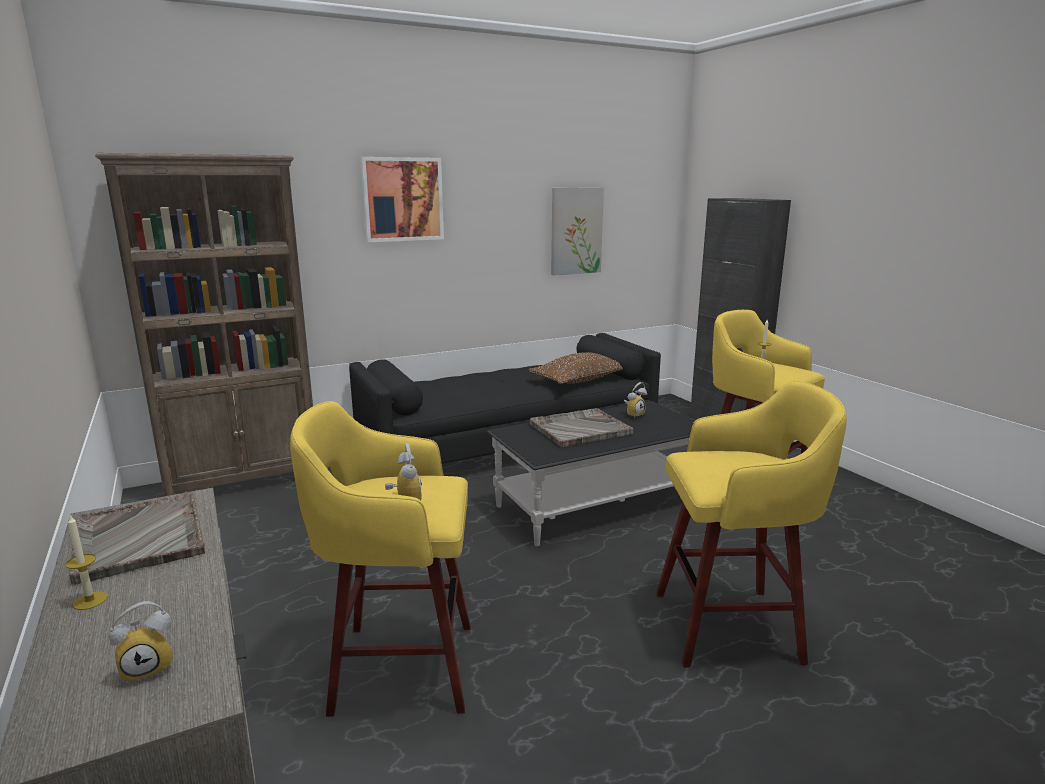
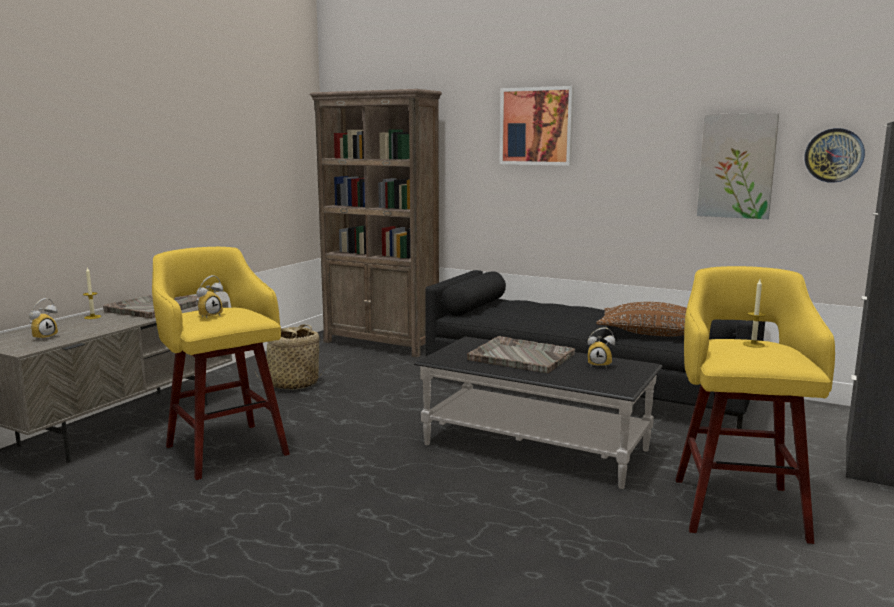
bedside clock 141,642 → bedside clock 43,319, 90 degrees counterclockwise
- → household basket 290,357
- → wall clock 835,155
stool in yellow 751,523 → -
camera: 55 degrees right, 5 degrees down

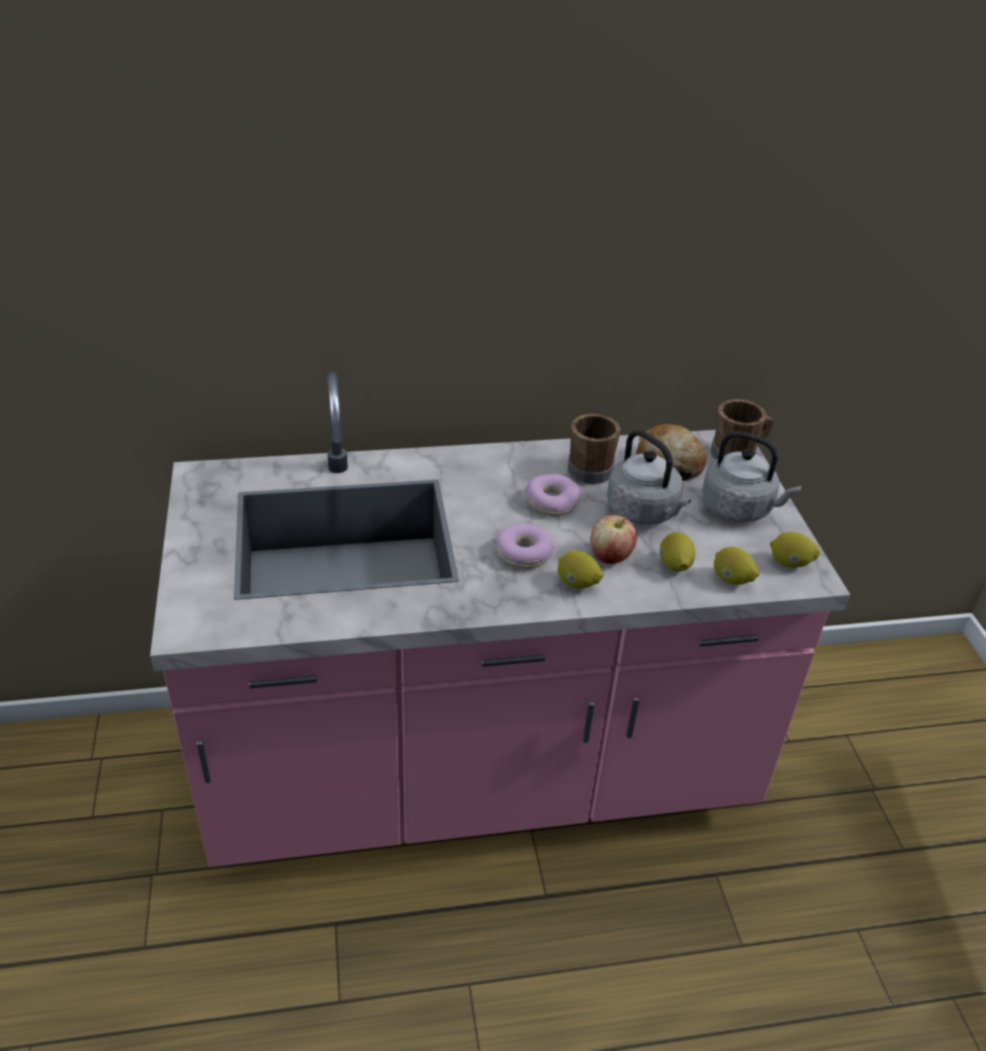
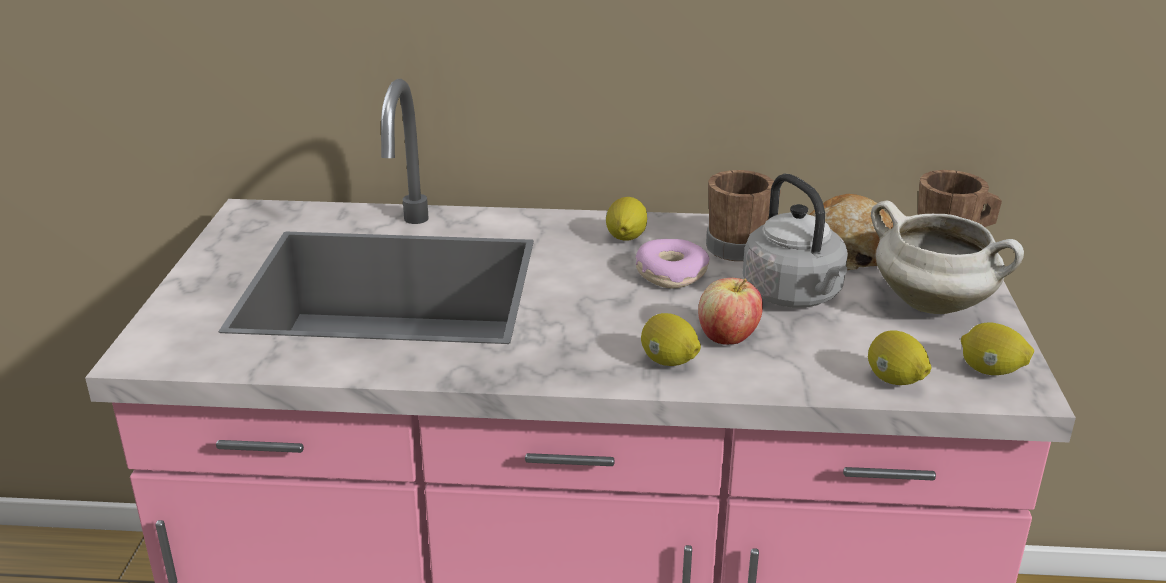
whole lemon 677,551 → whole lemon 626,219, move
water kettle in gray 752,476 → saucepot in white-coloured 947,257
donut 524,546 → -
camera: 15 degrees right, 10 degrees down

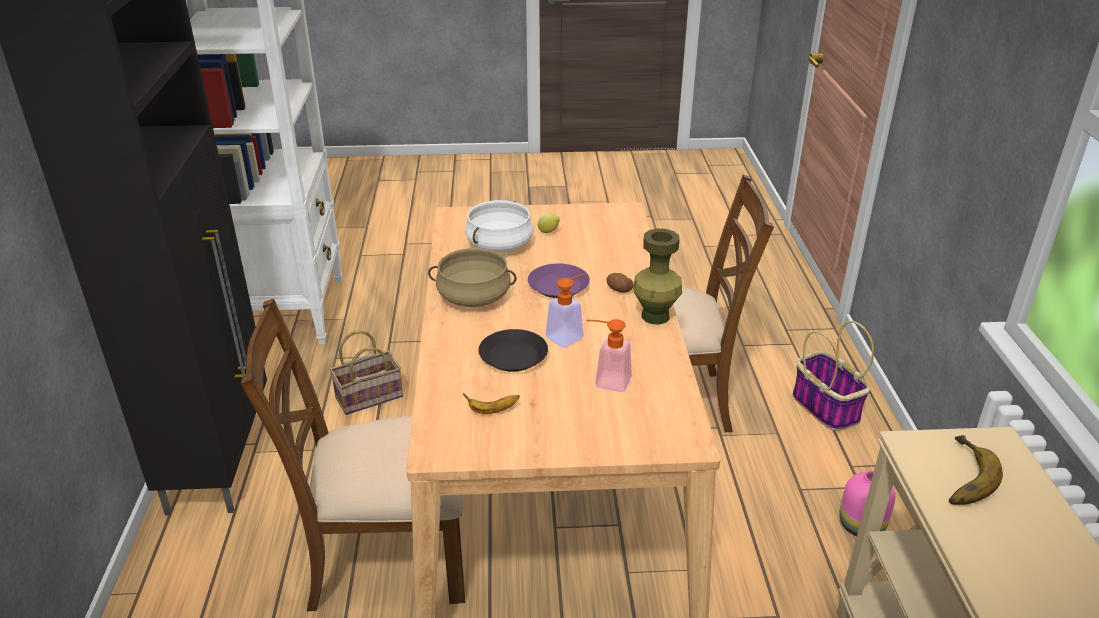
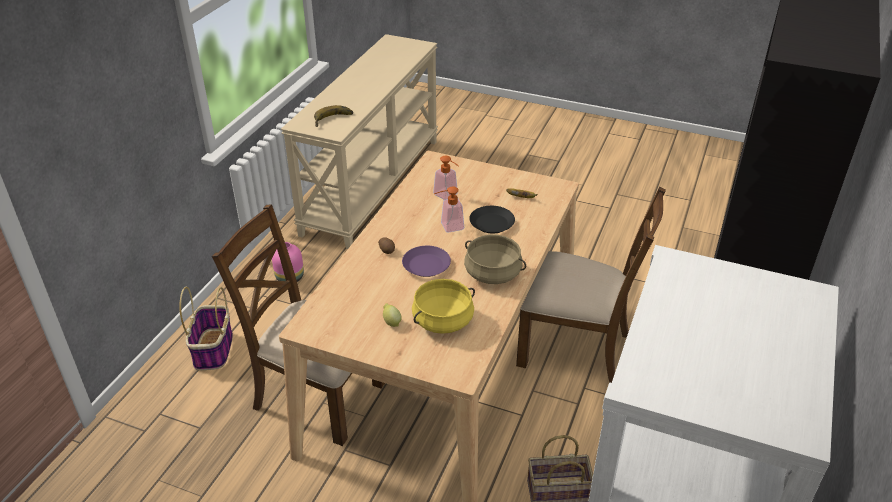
saucepot in white-coloured 499,226 → saucepot in yellow 443,306
decorative vase in green 657,276 → -
camera: 155 degrees left, 5 degrees up

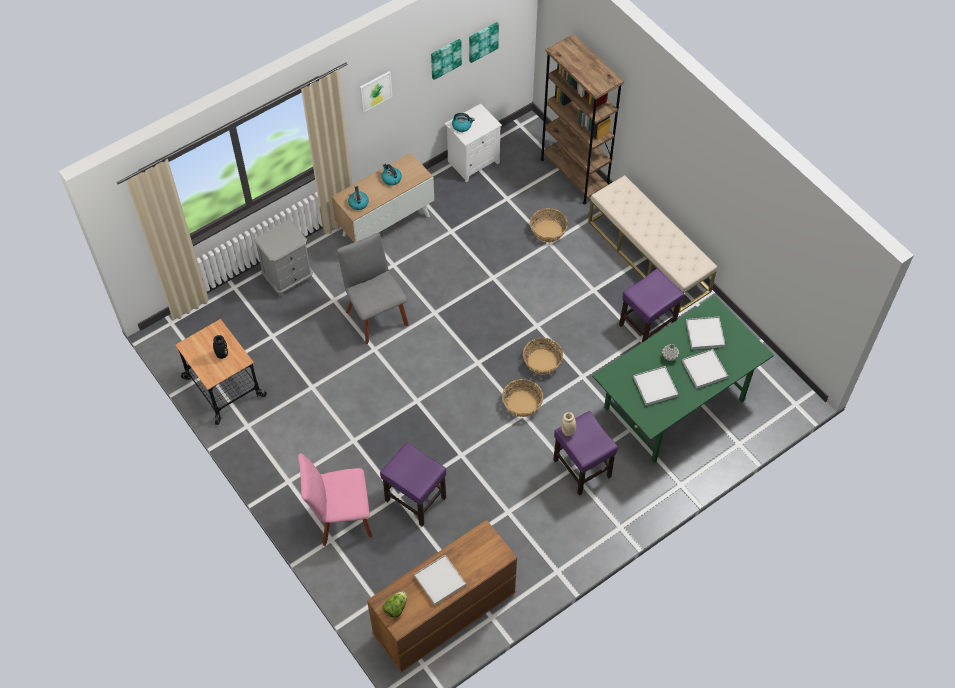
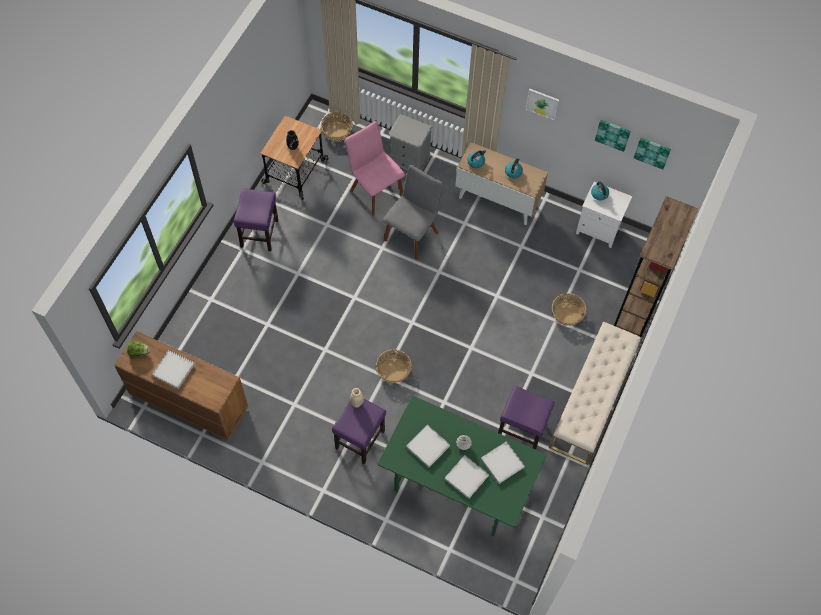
stool in purple-coloured 413,484 → stool in purple-coloured 256,219, move
household basket 543,356 → household basket 337,126, move
chair in pink-coloured 335,499 → chair in pink-coloured 375,168, move
camera: 60 degrees right, 5 degrees up

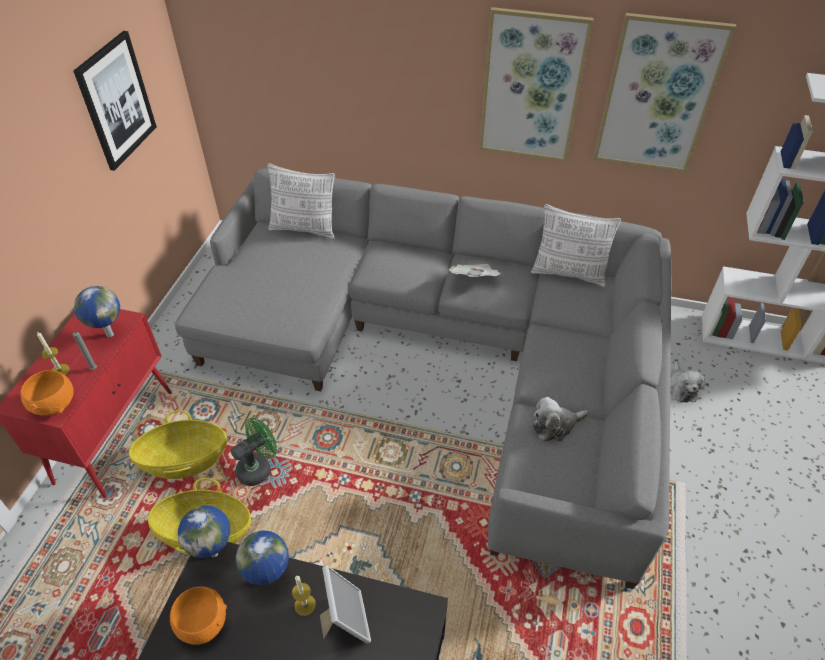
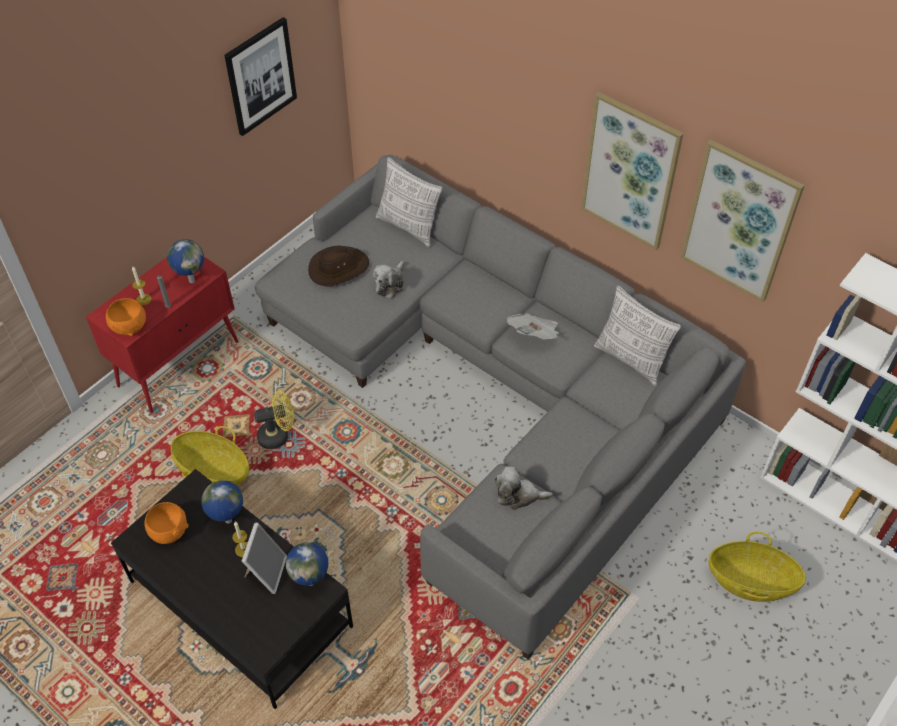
cooling fan in green 254,452 → cooling fan in yellow 274,420
globe 204,531 → globe 307,564, move
- → hat in brownish 338,266
plush toy 687,382 → plush toy 388,279, move
household basket 178,444 → household basket 757,567, move
camera: 25 degrees right, 5 degrees up

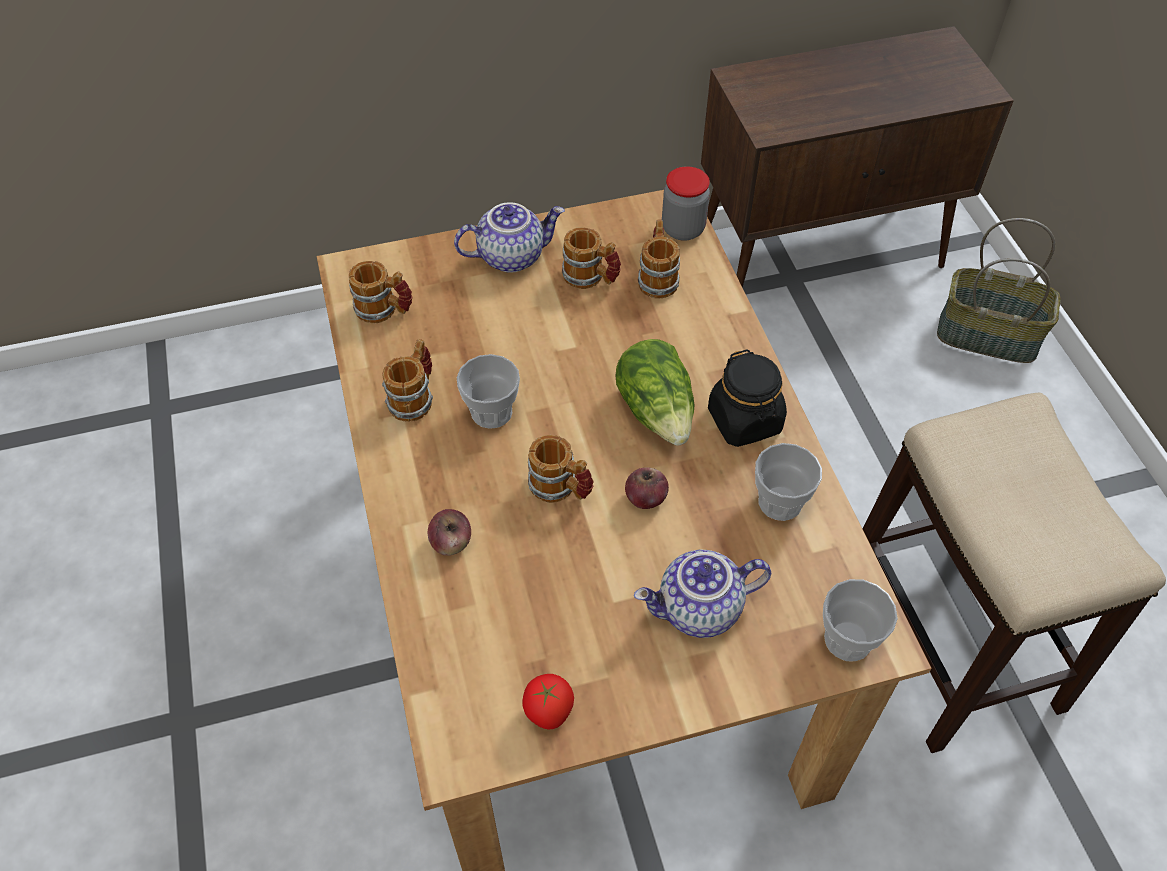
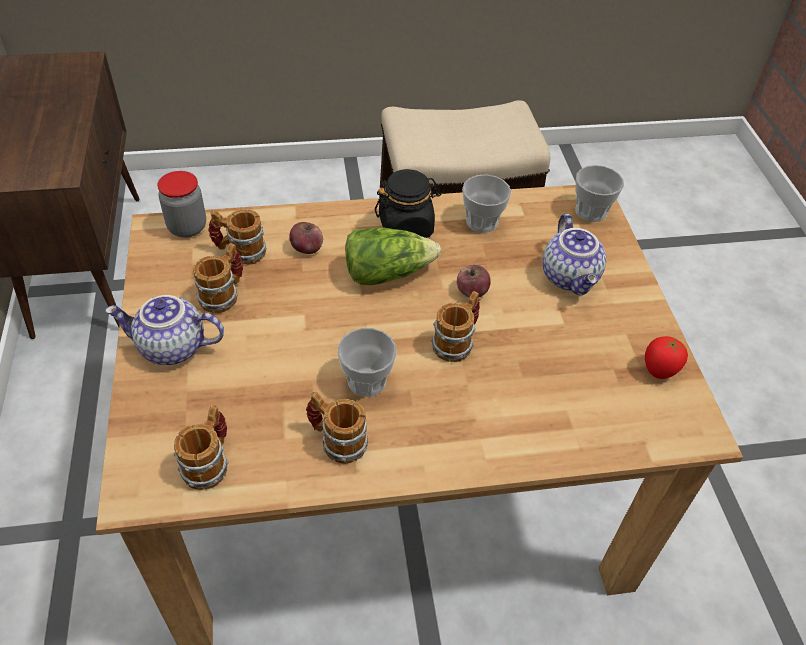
teapot 509,237 → teapot 164,330, 75 degrees counterclockwise
whole apple 449,532 → whole apple 306,238, move
household basket 999,290 → -
camera: 85 degrees left, 5 degrees down

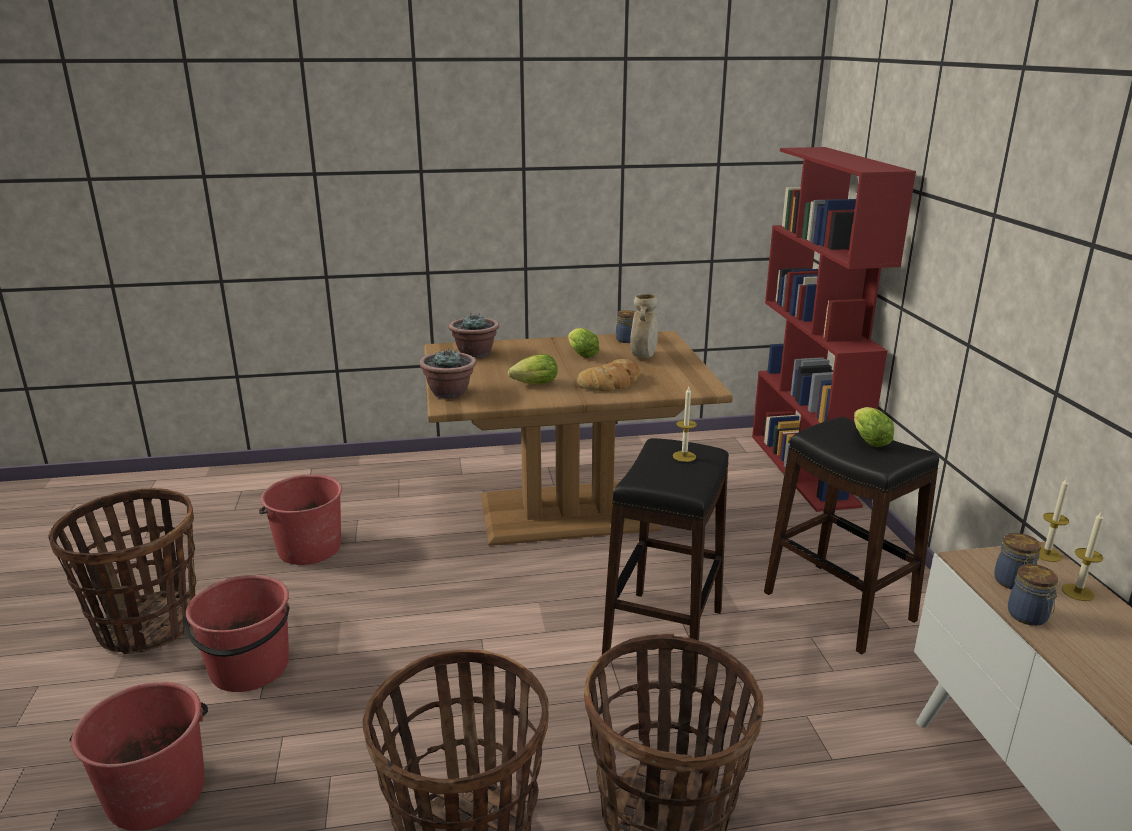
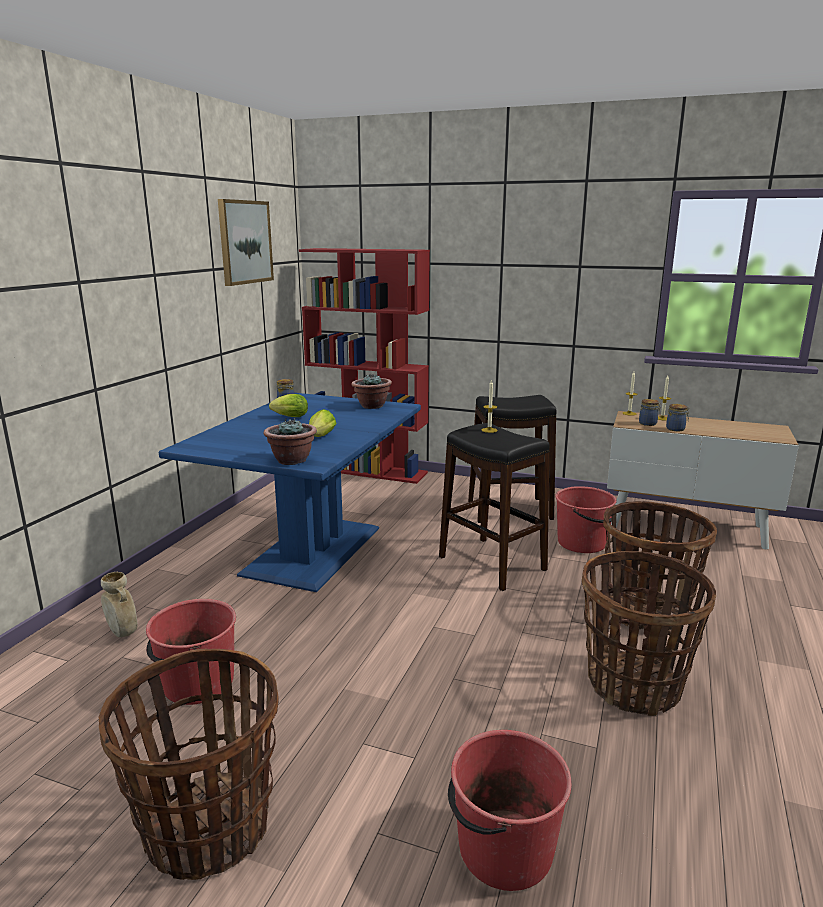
decorative vase in beige 644,326 → decorative vase in beige 119,604, move
kitchen table in brownish 578,438 → kitchen table in bluish 290,492
- → picture 246,242
plant in a pot 474,336 → plant in a pot 371,391, move
water bucket in red-coloured 236,633 → water bucket in red-coloured 586,519, move
baked bread 608,375 → -
lettuce head 874,427 → -
camera: 60 degrees left, 5 degrees down

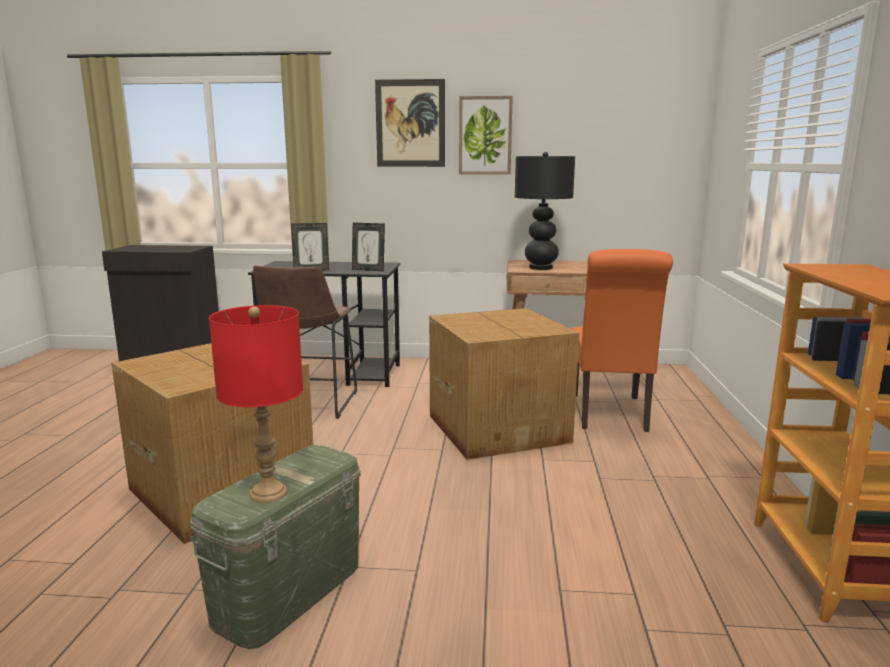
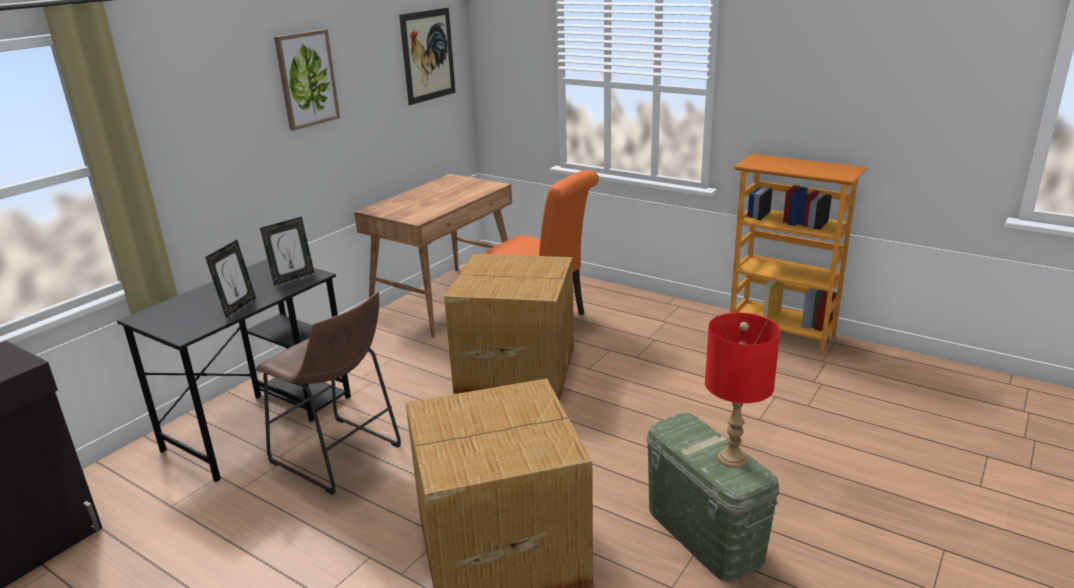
picture 410,123 → picture 427,56, move
tabletop lamp in blackish 545,211 → -
camera: 60 degrees left, 10 degrees up

